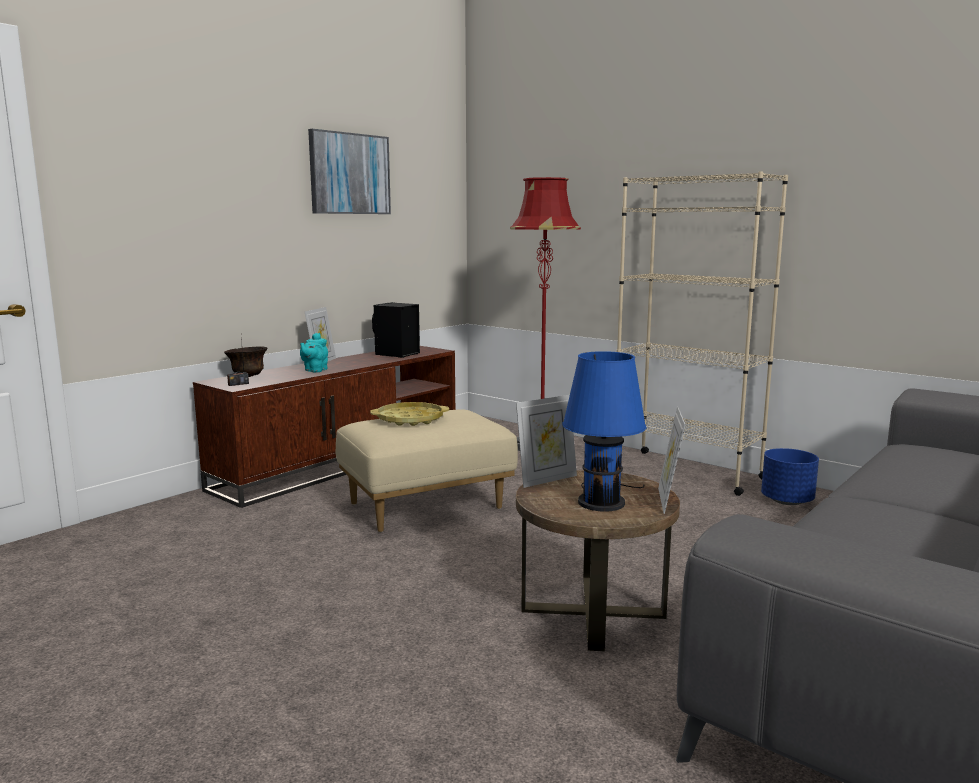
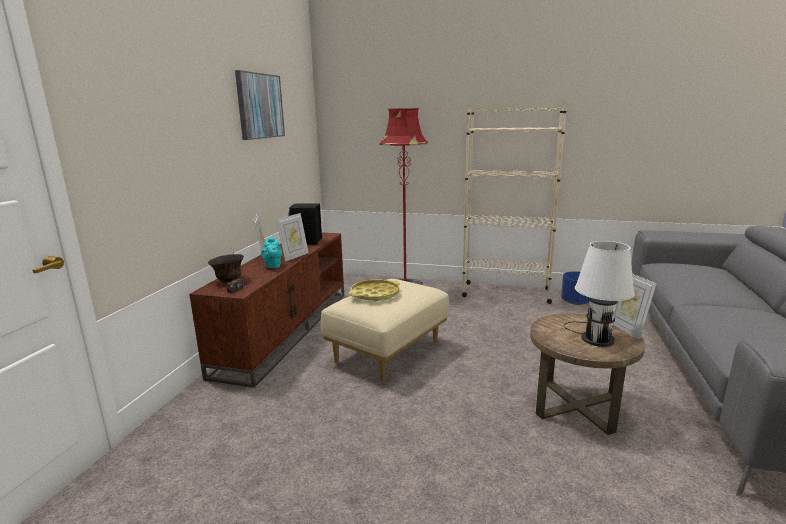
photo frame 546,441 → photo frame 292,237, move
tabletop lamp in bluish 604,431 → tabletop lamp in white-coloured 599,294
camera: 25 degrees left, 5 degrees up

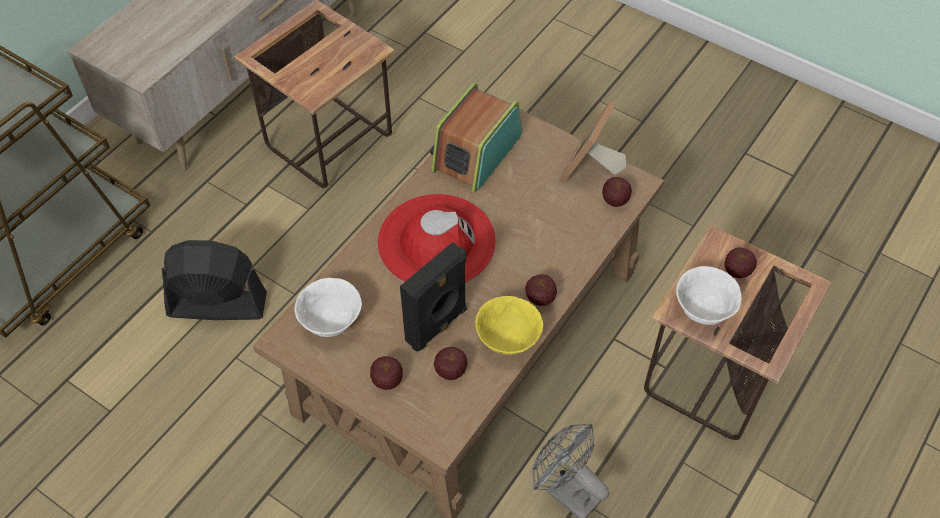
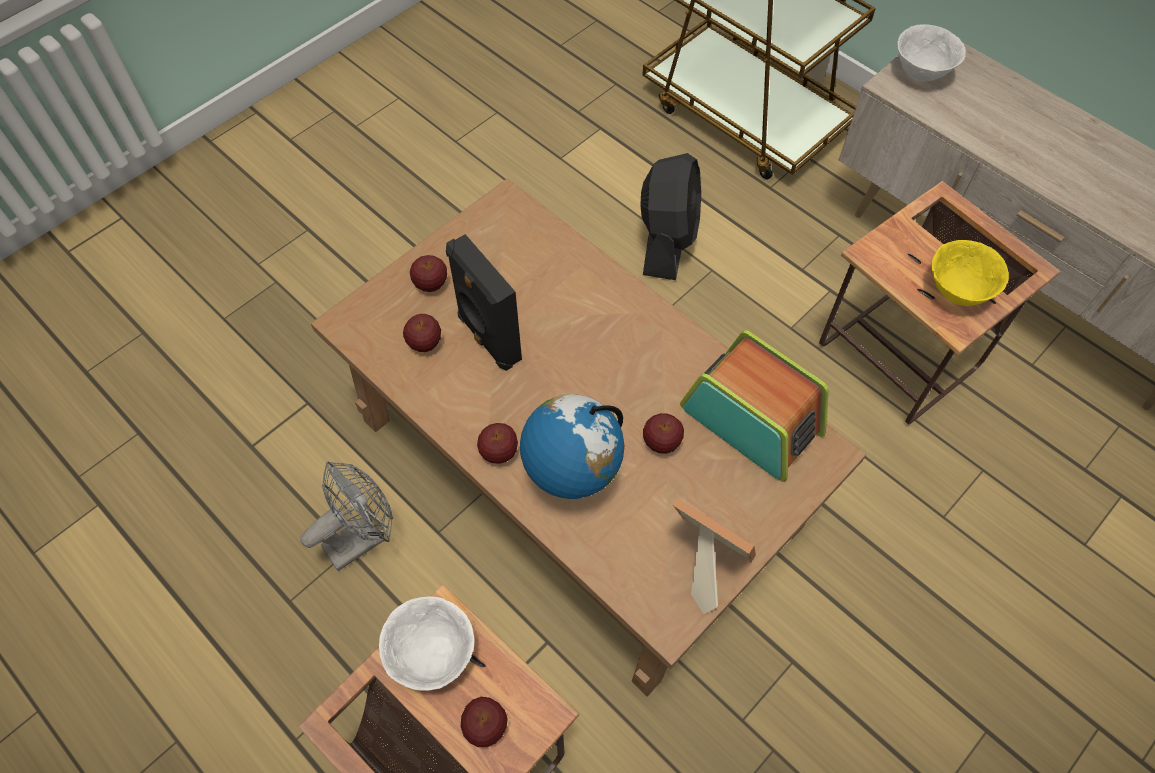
- → globe 572,446
whole apple 617,192 → whole apple 663,433, move
serving bowl in white-coloured 328,307 → serving bowl in white-coloured 932,52, move
serving bowl in yellow 509,325 → serving bowl in yellow 970,273, move
hat in red-coloured 437,238 → -
camera: 100 degrees right, 5 degrees up

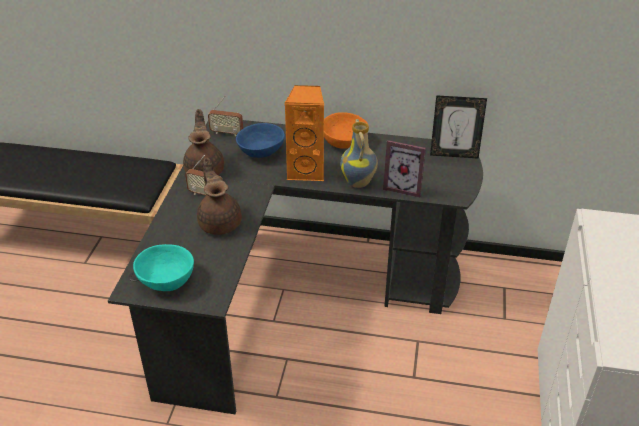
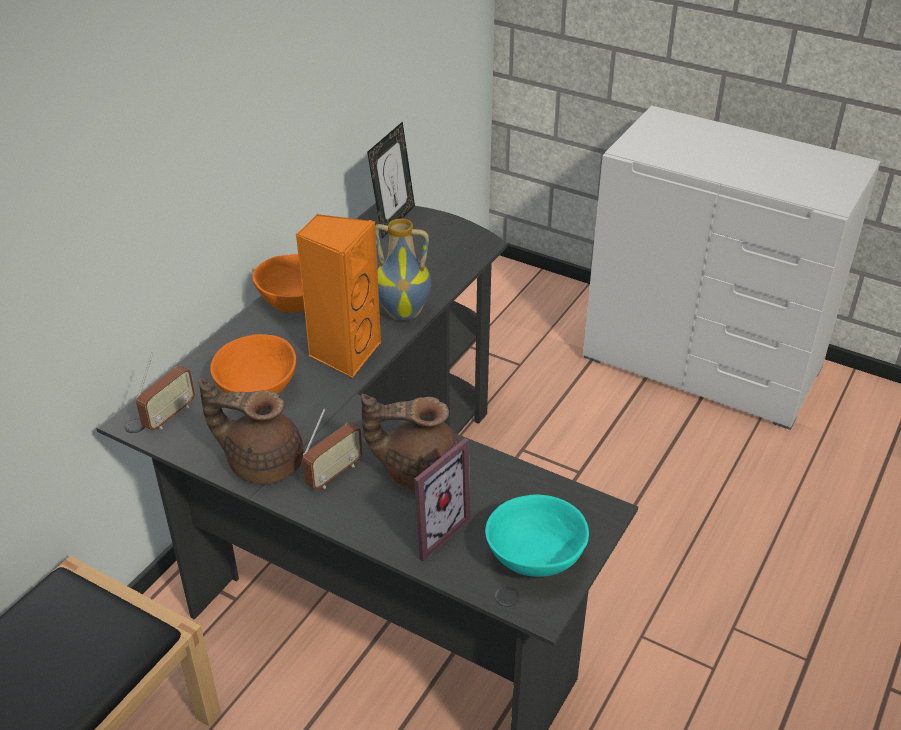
serving bowl in bluish 260,140 → serving bowl in orange 253,364
photo frame 404,169 → photo frame 442,499, move
camera: 70 degrees left, 0 degrees up

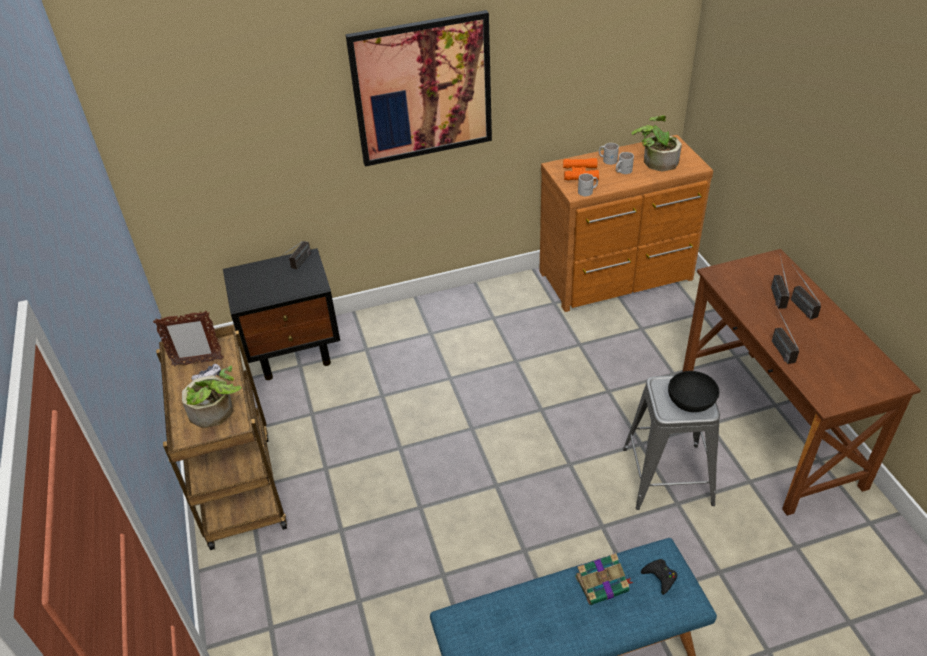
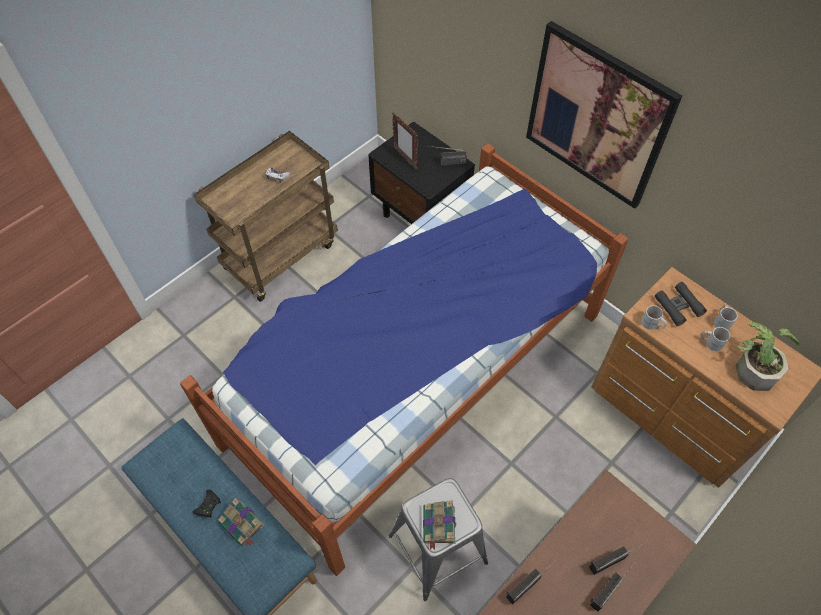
- → bedroom bed 404,359
gamepad in blackish 659,577 → gamepad in blackish 206,503, move
photo frame 188,339 → photo frame 405,141, move
serving bowl in blackish 693,391 → volume 439,525
binoculars in orange 581,169 → binoculars in blackish 681,304
plant in a pot 212,396 → -
camera: 60 degrees right, 15 degrees up

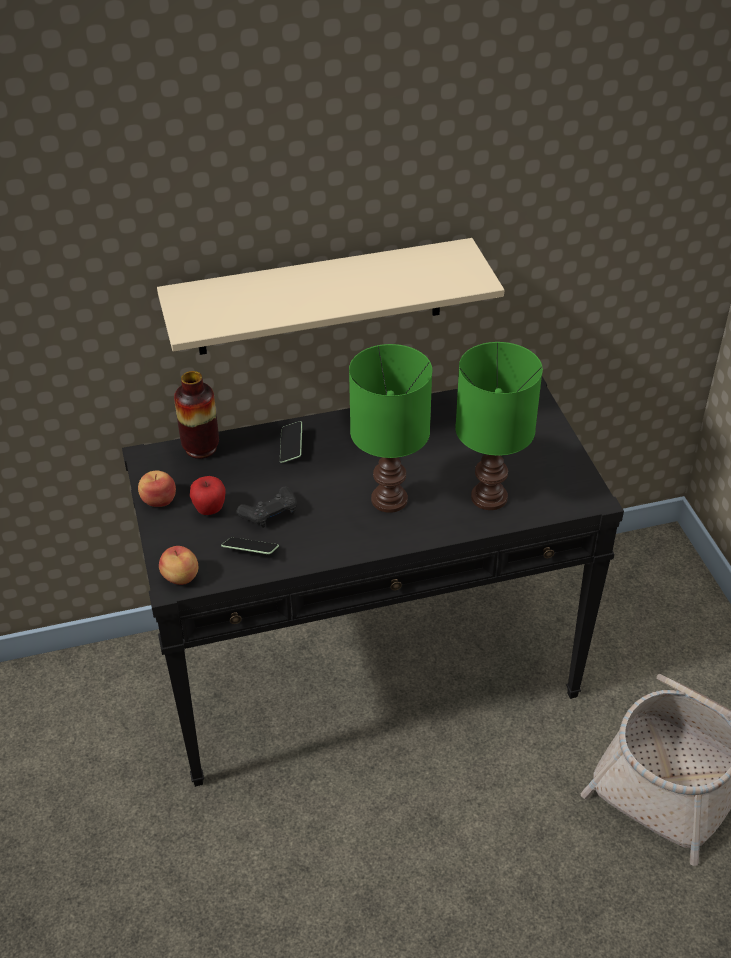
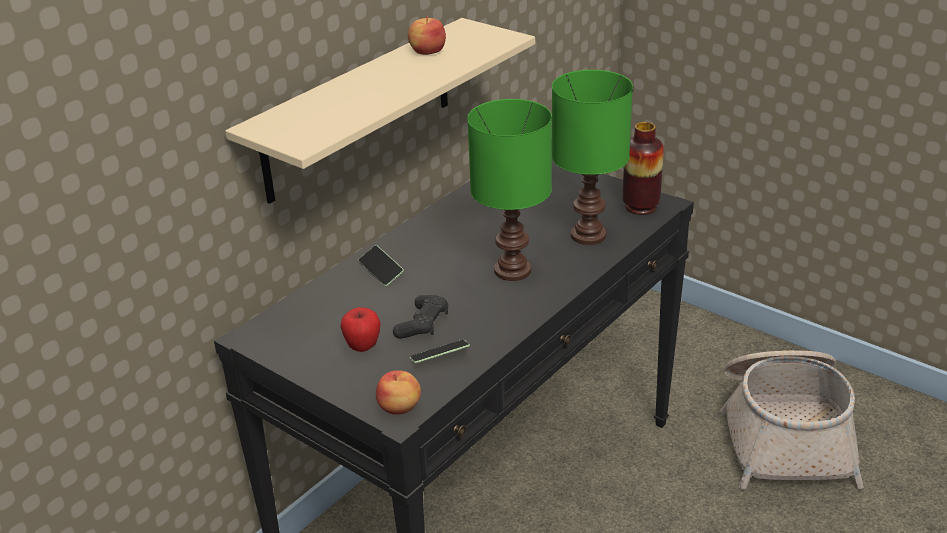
whole apple 157,489 → whole apple 427,35, move
decorative vase 196,415 → decorative vase 643,168, move
camera: 35 degrees left, 10 degrees down

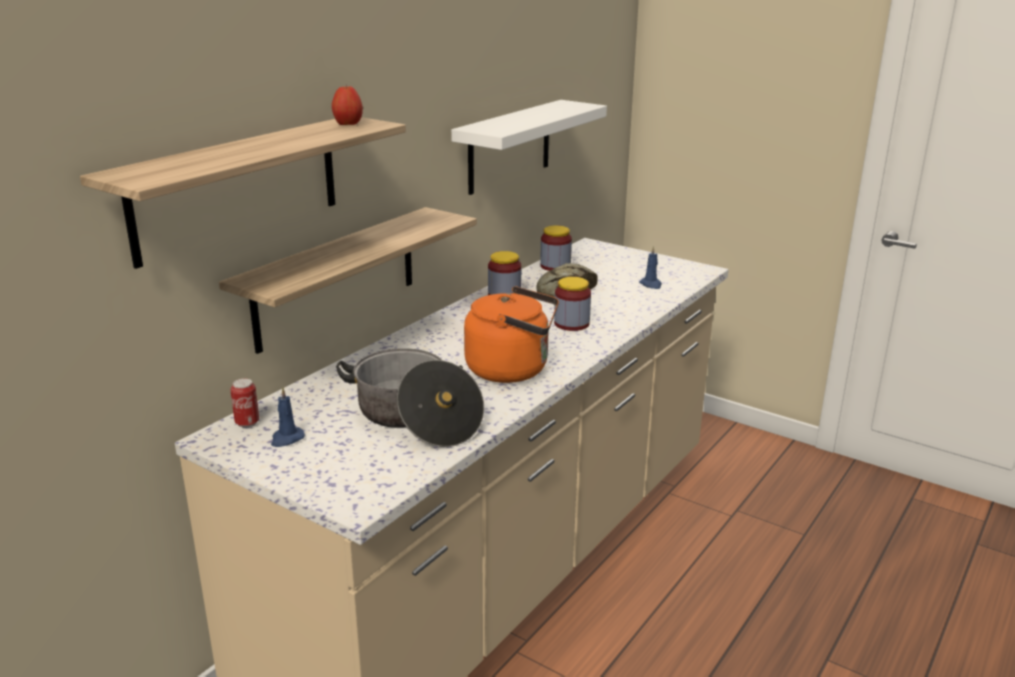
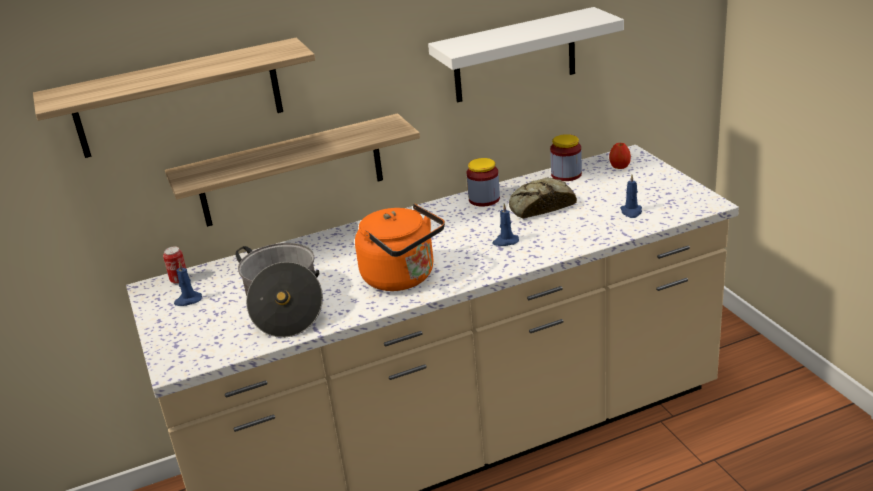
jar 572,304 → wax candle in bluish 505,224
whole apple 347,105 → whole apple 620,156, move
camera: 35 degrees right, 5 degrees up

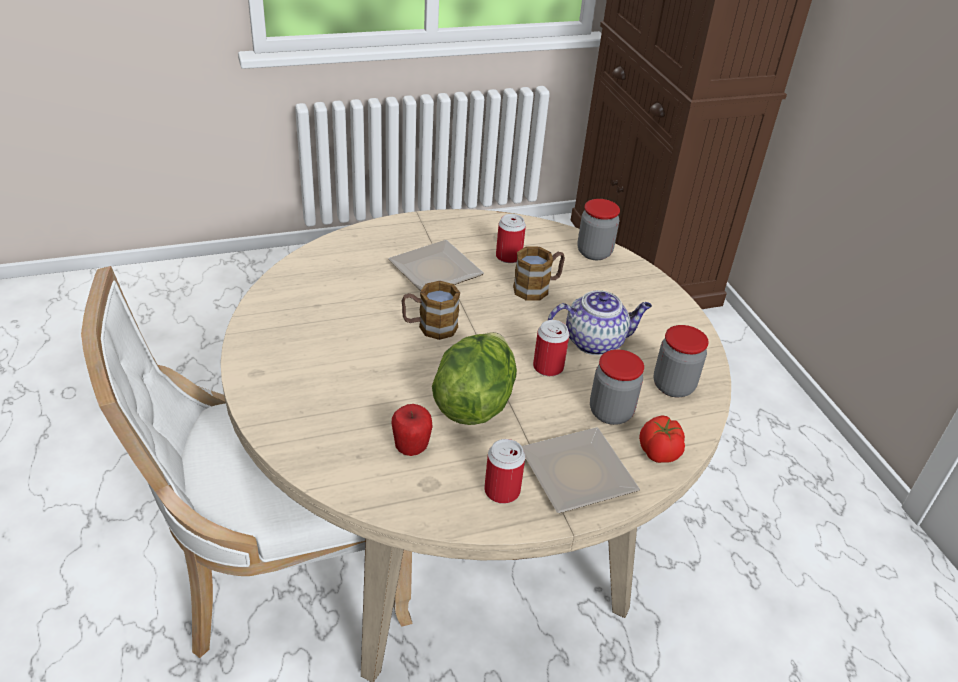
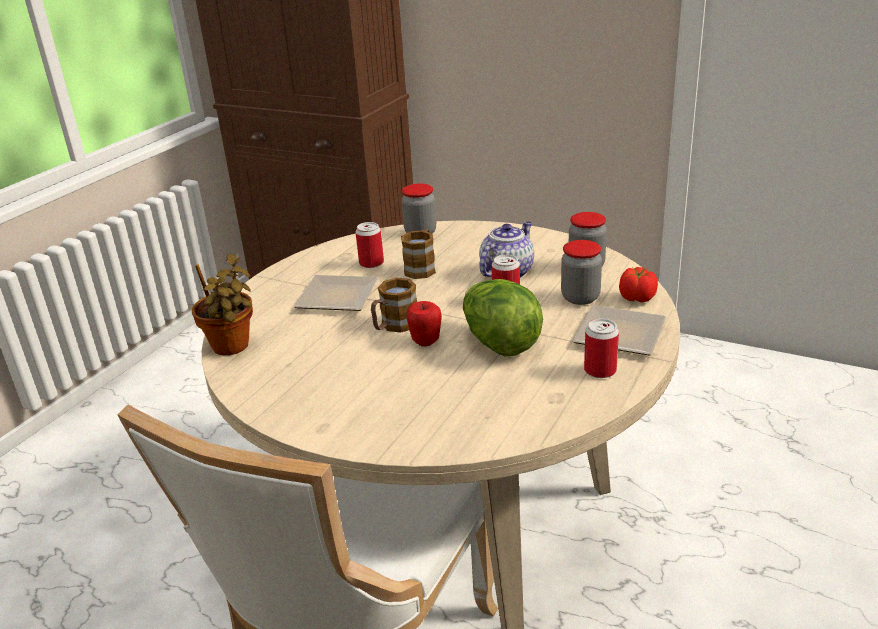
- → plant in a pot 222,304
whole apple 412,430 → whole apple 424,324, move
camera: 40 degrees left, 10 degrees down

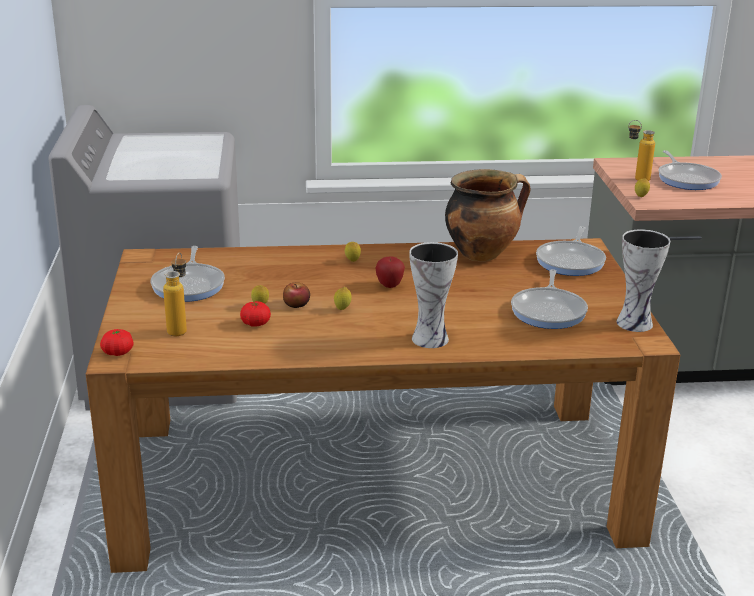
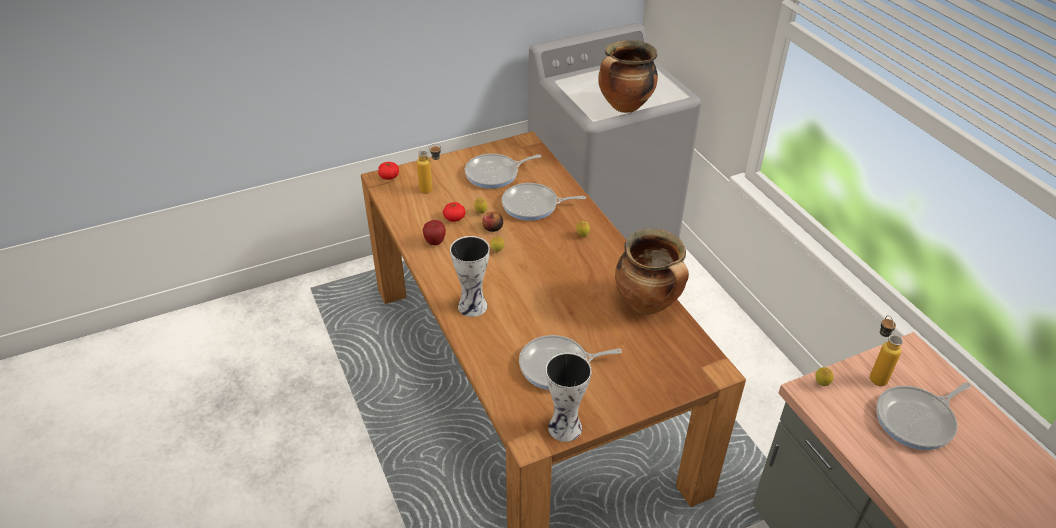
whole apple 390,272 → whole apple 434,233, move
skillet 571,251 → skillet 544,202, move
- → saucepot 628,76
camera: 70 degrees right, 15 degrees up

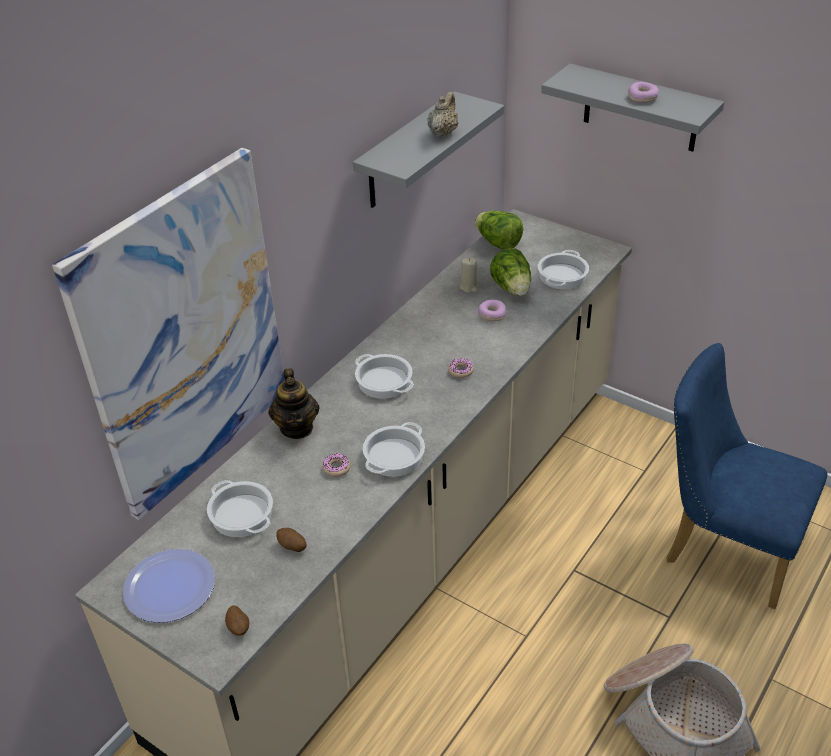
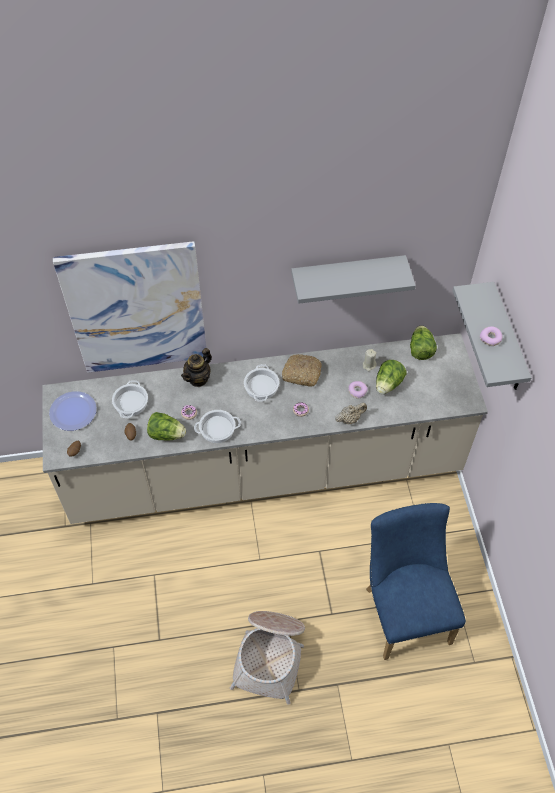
- → lettuce head 166,426
- → baked bread 301,370
teapot in beige 443,115 → teapot in beige 351,413, move
saucepot 563,269 → -
camera: 45 degrees right, 15 degrees up

